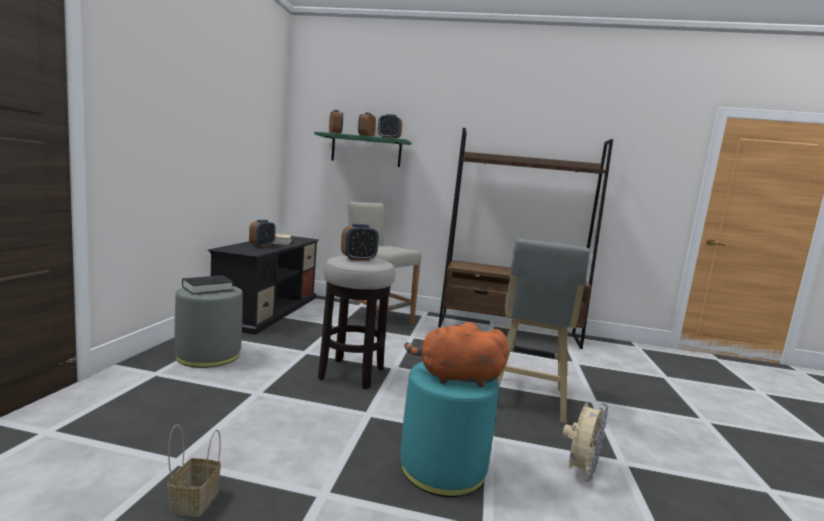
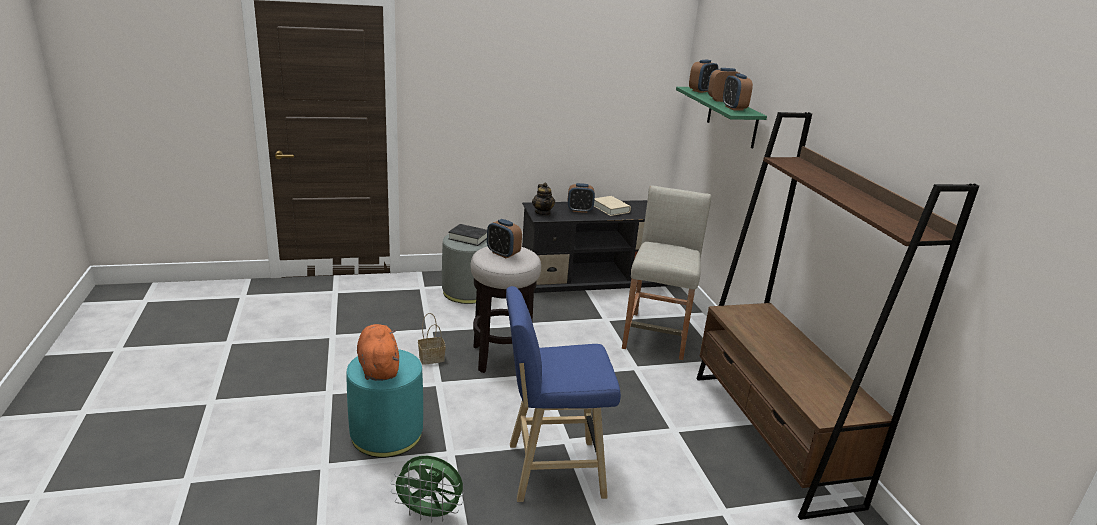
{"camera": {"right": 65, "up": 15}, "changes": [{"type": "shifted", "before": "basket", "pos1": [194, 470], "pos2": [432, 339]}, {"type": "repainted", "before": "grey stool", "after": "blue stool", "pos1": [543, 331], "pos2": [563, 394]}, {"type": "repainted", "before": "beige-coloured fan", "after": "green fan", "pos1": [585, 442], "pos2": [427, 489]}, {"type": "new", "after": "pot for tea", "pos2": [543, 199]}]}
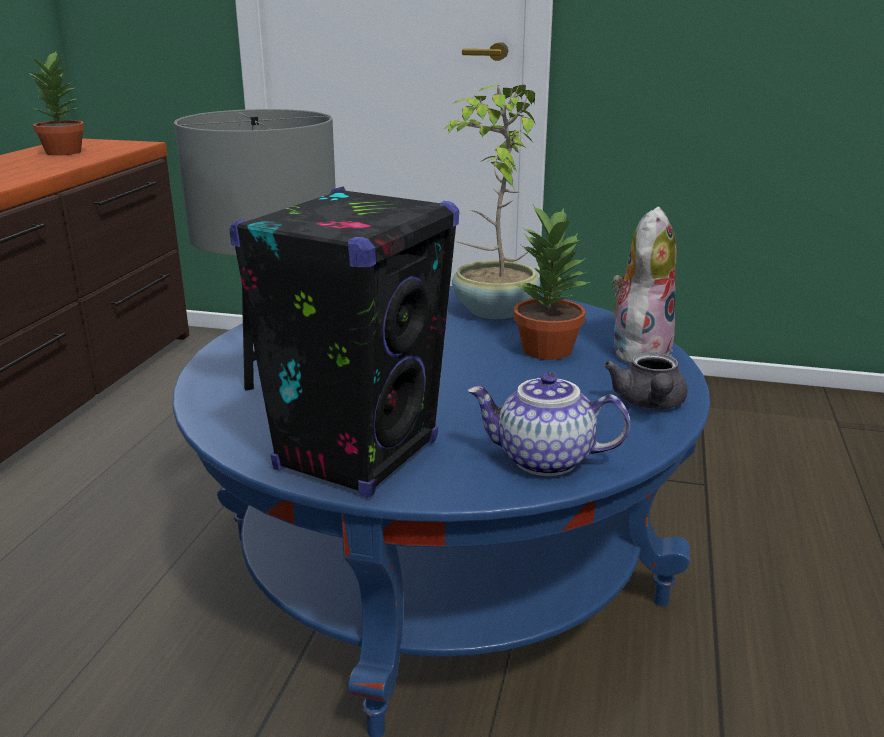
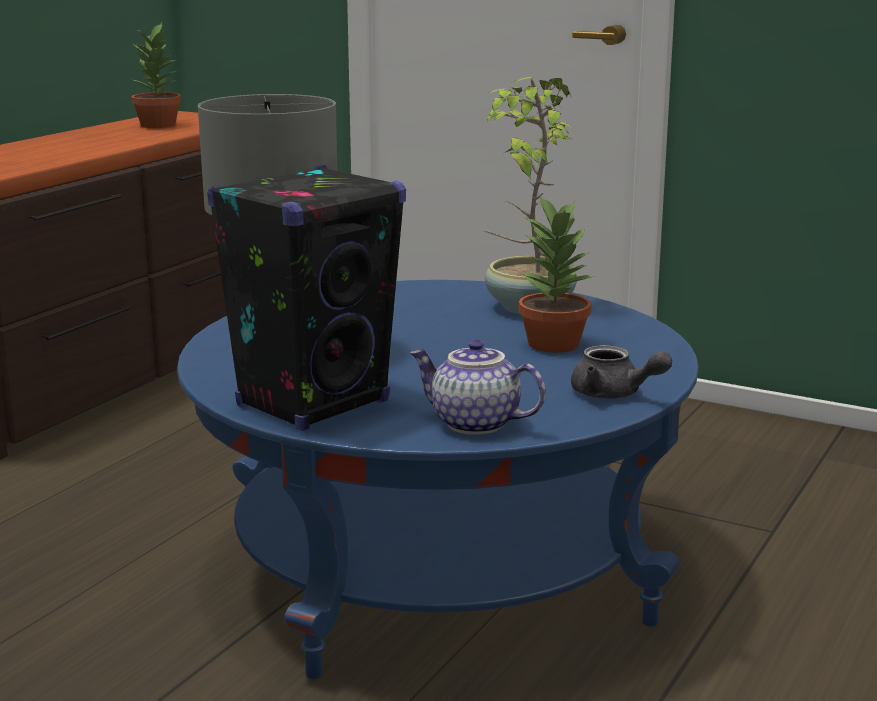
{"camera": {"right": 15, "up": -5}, "changes": [{"type": "rotated", "before": "grey pot for tea", "pos1": [645, 380], "pos2": [621, 372], "turn": -75}, {"type": "gone", "before": "cuddly toy", "pos1": [644, 285]}]}
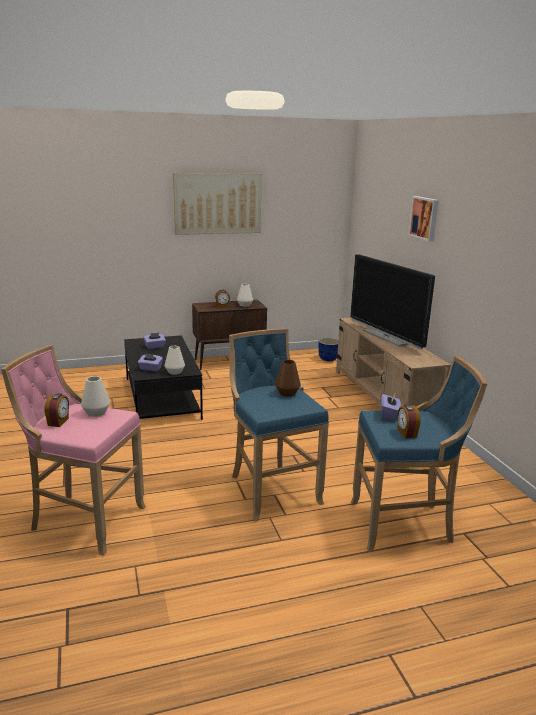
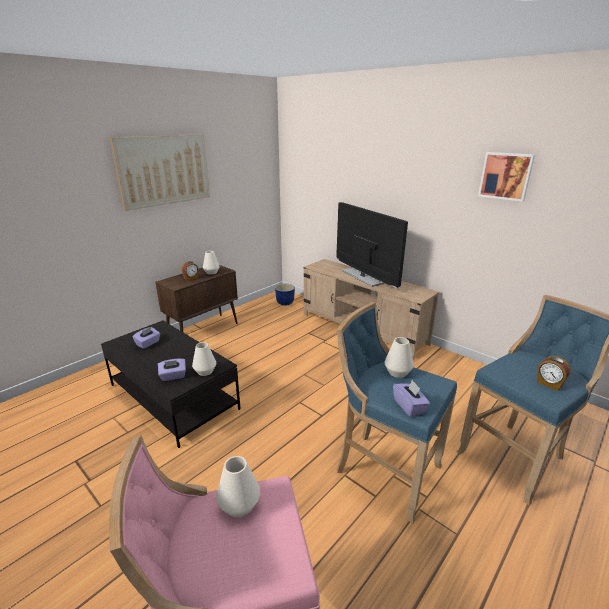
{"camera": {"right": -30, "up": 5}, "changes": [{"type": "gone", "before": "bedside clock", "pos1": [57, 410]}, {"type": "repainted", "before": "brownish flower vase", "after": "white flower vase", "pos1": [288, 378], "pos2": [399, 357]}, {"type": "rotated", "before": "TV set", "pos1": [392, 301], "pos2": [372, 245], "turn": -150}, {"type": "shifted", "before": "purple box of tissues", "pos1": [391, 407], "pos2": [411, 398]}, {"type": "shifted", "before": "wall picture", "pos1": [424, 218], "pos2": [506, 177]}]}
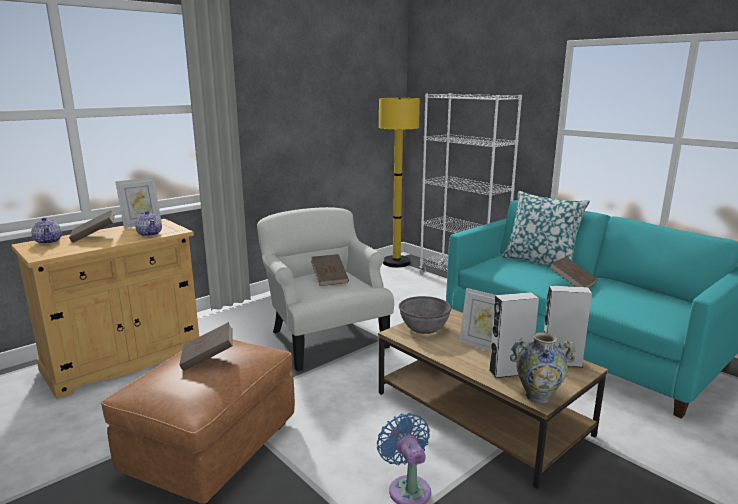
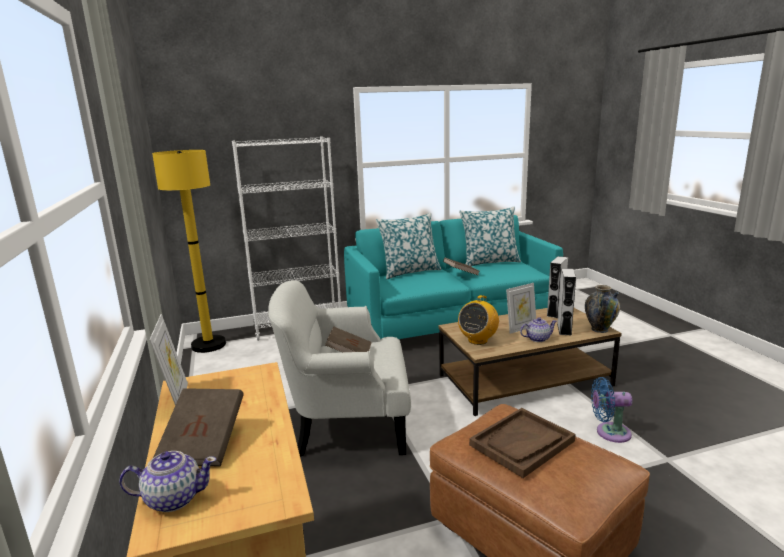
{"camera": {"right": -65, "up": 0}, "changes": [{"type": "shifted", "before": "pot for tea", "pos1": [148, 224], "pos2": [538, 329]}, {"type": "swapped", "before": "brownish volume", "after": "brownish serving tray", "pos1": [206, 346], "pos2": [522, 443]}, {"type": "swapped", "before": "grey deep dish", "after": "radio receiver", "pos1": [425, 315], "pos2": [478, 320]}, {"type": "new", "after": "pillow", "pos2": [490, 236]}]}
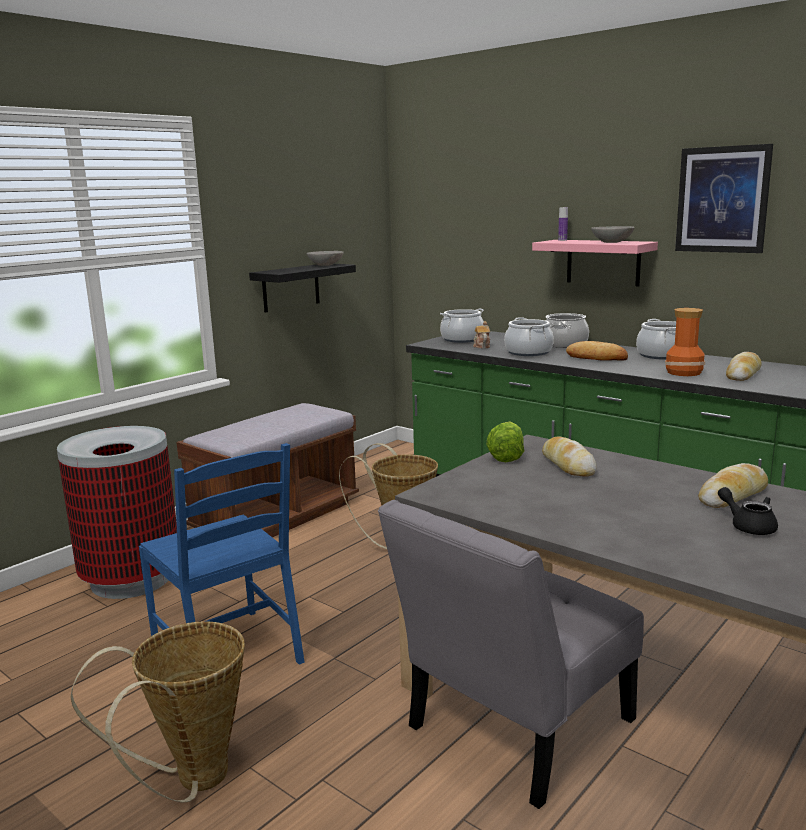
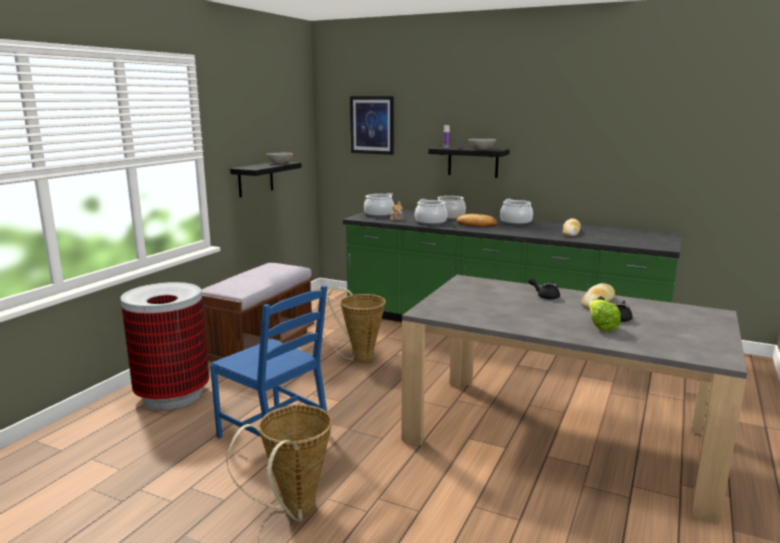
{"camera": {"right": -15, "up": 0}, "changes": [{"type": "gone", "before": "grey upright chair", "pos1": [511, 654]}, {"type": "shifted", "before": "head of lettuce", "pos1": [505, 441], "pos2": [604, 315]}, {"type": "repainted", "before": "pinkish bracket shelf", "after": "black bracket shelf", "pos1": [595, 263], "pos2": [469, 162]}, {"type": "gone", "before": "baked bread", "pos1": [569, 456]}, {"type": "gone", "before": "flower vase", "pos1": [685, 342]}, {"type": "shifted", "before": "wall picture", "pos1": [724, 198], "pos2": [372, 125]}, {"type": "new", "after": "black pot for tea", "pos2": [544, 288]}]}
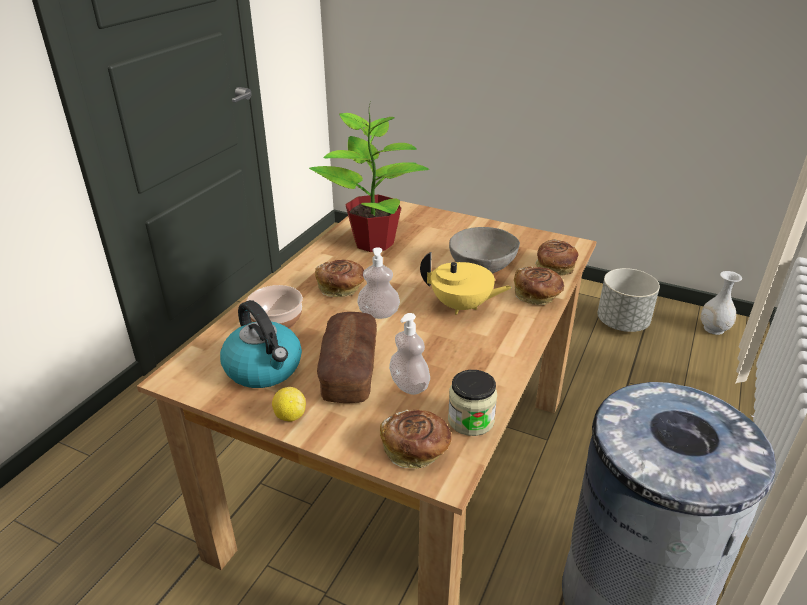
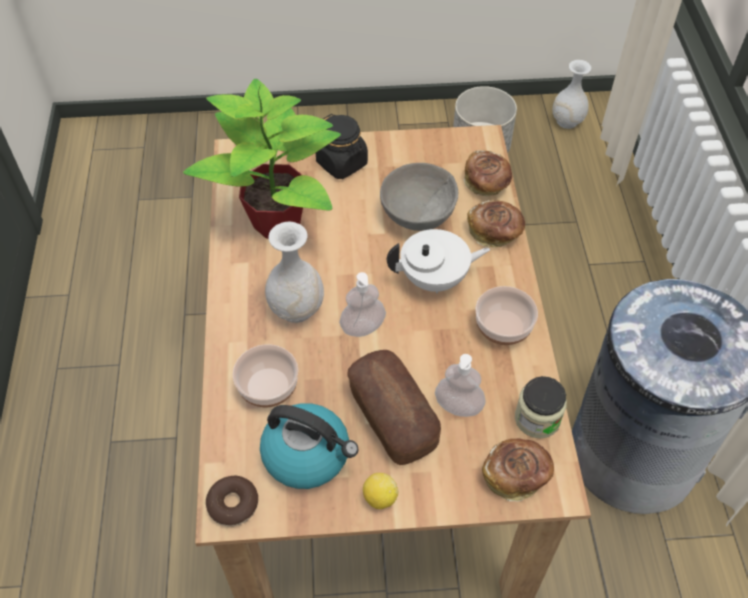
{"camera": {"right": -30, "up": 20}, "changes": [{"type": "swapped", "before": "baked bread", "after": "white flower vase", "pos1": [339, 278], "pos2": [294, 272]}, {"type": "repainted", "before": "yellow-coloured pot for tea", "after": "white pot for tea", "pos1": [466, 283], "pos2": [438, 261]}, {"type": "new", "after": "doughnut", "pos2": [232, 501]}, {"type": "new", "after": "black storage jar", "pos2": [342, 146]}, {"type": "new", "after": "deep dish", "pos2": [506, 315]}]}
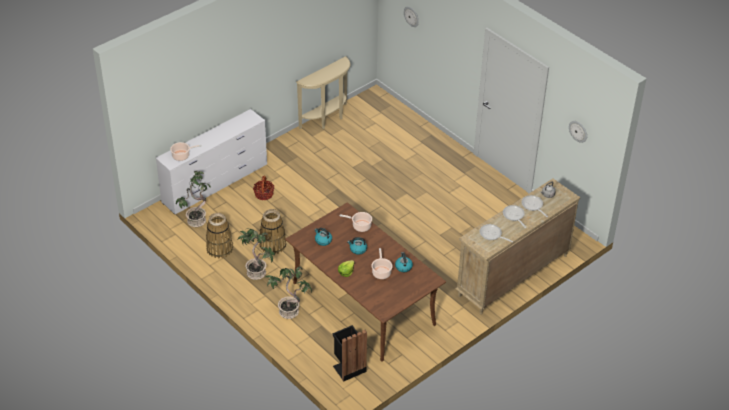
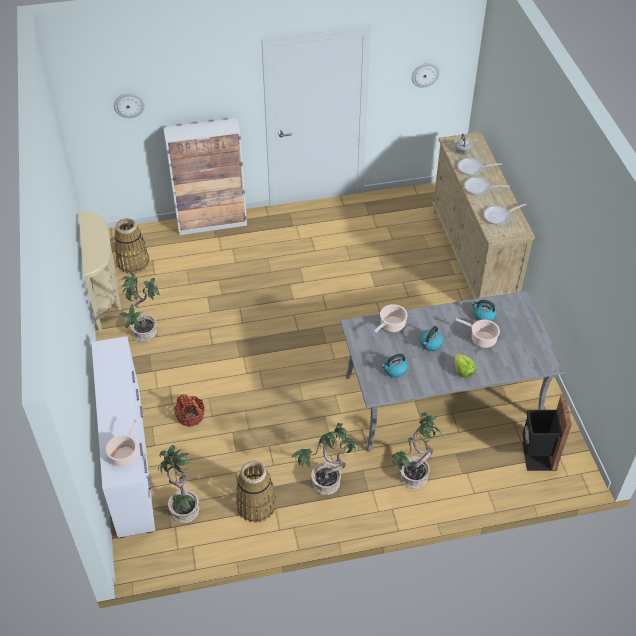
{"camera": {"right": -60, "up": 5}, "changes": [{"type": "shifted", "before": "basket", "pos1": [272, 231], "pos2": [131, 246]}, {"type": "repainted", "before": "brownish dinner table", "after": "grey dinner table", "pos1": [365, 281], "pos2": [453, 371]}, {"type": "new", "after": "houseplant", "pos2": [140, 307]}, {"type": "new", "after": "cabinet", "pos2": [205, 176]}]}
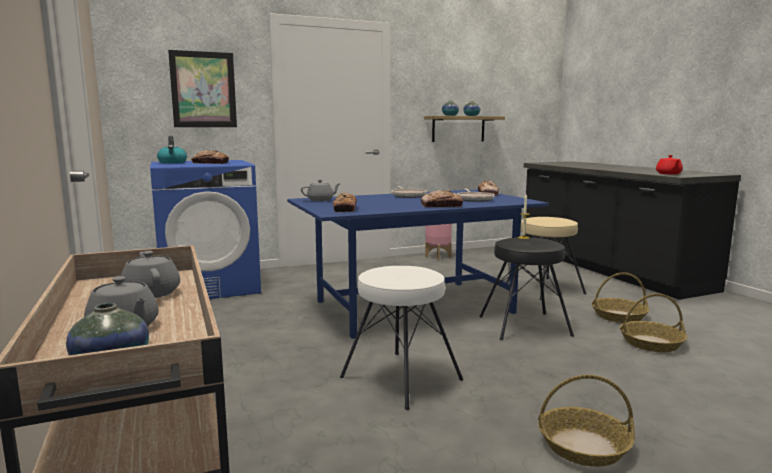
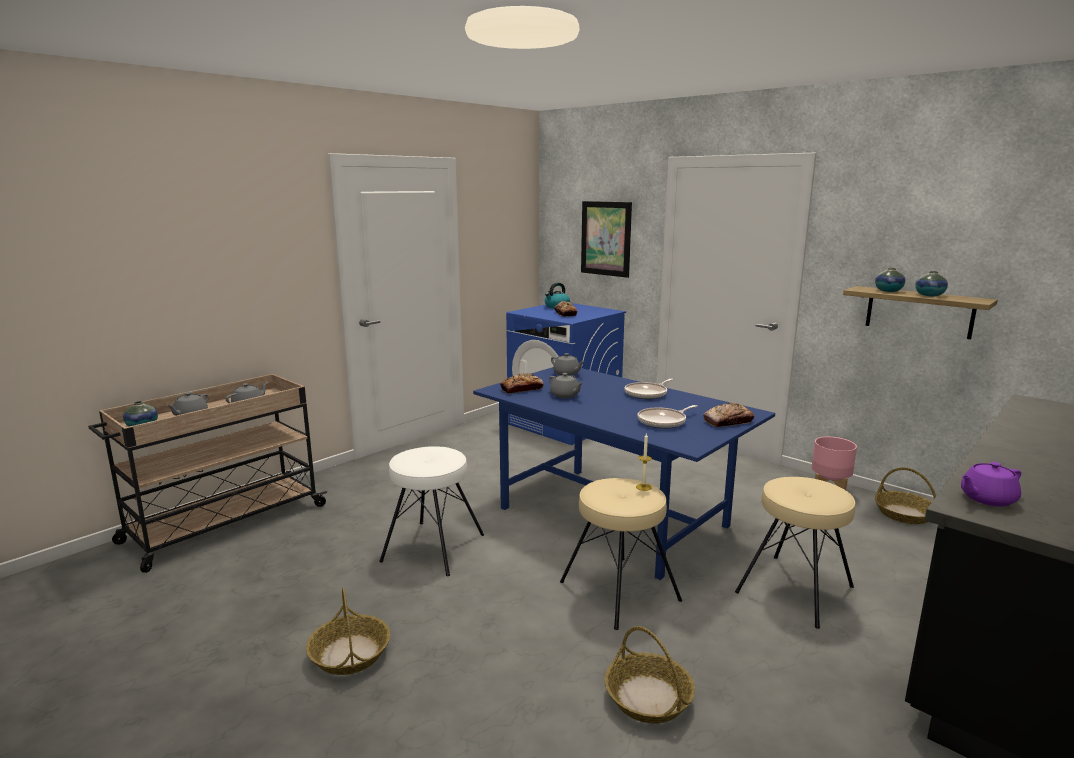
{"camera": {"right": 65, "up": 5}, "changes": [{"type": "gone", "before": "baked bread", "pos1": [441, 198]}, {"type": "repainted", "before": "black stool", "after": "beige-coloured stool", "pos1": [526, 289], "pos2": [621, 554]}, {"type": "shifted", "before": "basket", "pos1": [620, 297], "pos2": [905, 495]}, {"type": "repainted", "before": "red pot for tea", "after": "purple pot for tea", "pos1": [669, 164], "pos2": [991, 484]}, {"type": "new", "after": "grey pot for tea", "pos2": [566, 385]}]}
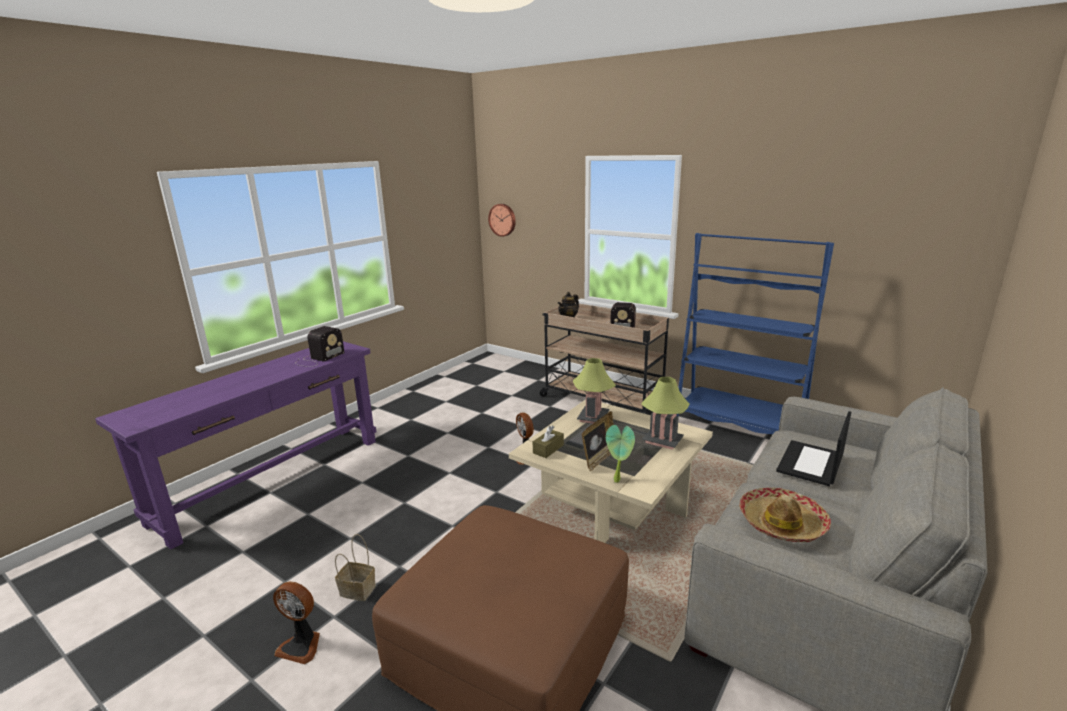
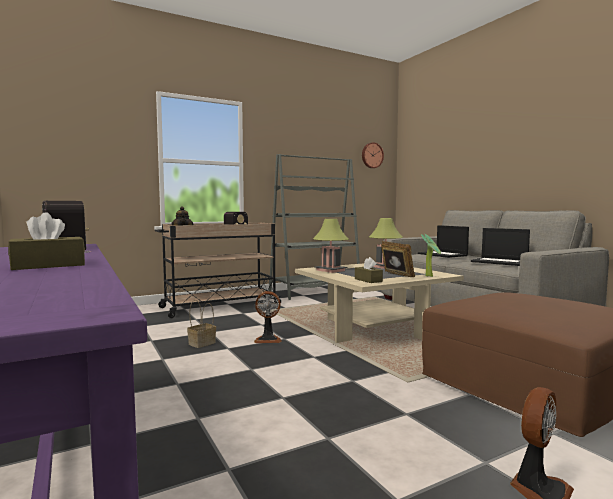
{"camera": {"right": -65, "up": -15}, "changes": [{"type": "shifted", "before": "basket", "pos1": [355, 567], "pos2": [201, 324]}, {"type": "shifted", "before": "wall clock", "pos1": [502, 220], "pos2": [373, 155]}, {"type": "repainted", "before": "blue bookcase", "after": "grey bookcase", "pos1": [755, 333], "pos2": [314, 227]}, {"type": "swapped", "before": "clothing hat", "after": "portable computer", "pos1": [785, 514], "pos2": [500, 247]}, {"type": "new", "after": "brownish box of tissues", "pos2": [46, 241]}]}
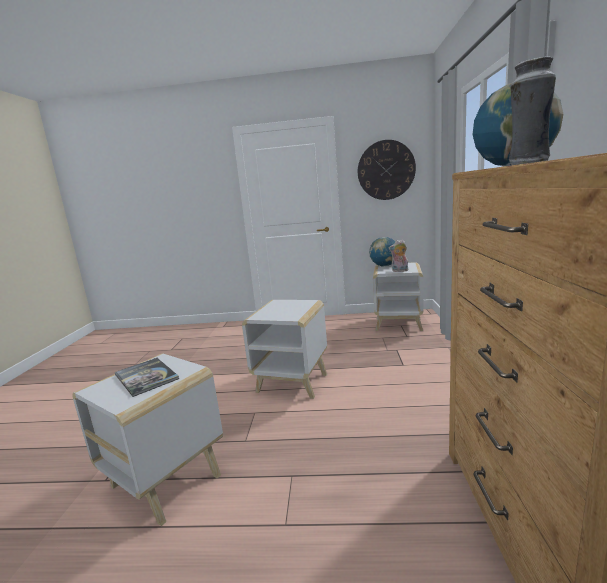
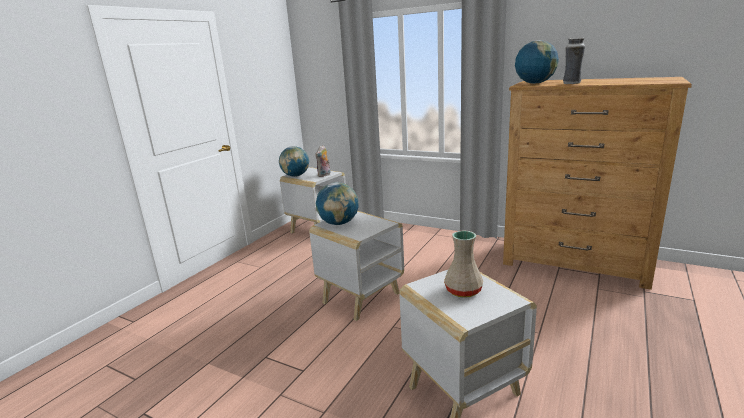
{"camera": {"right": -65, "up": 5}, "changes": [{"type": "swapped", "before": "volume", "after": "beige-coloured flower vase", "pos1": [147, 377], "pos2": [463, 264]}, {"type": "gone", "before": "wall clock", "pos1": [387, 170]}, {"type": "new", "after": "world globe", "pos2": [337, 203]}]}
